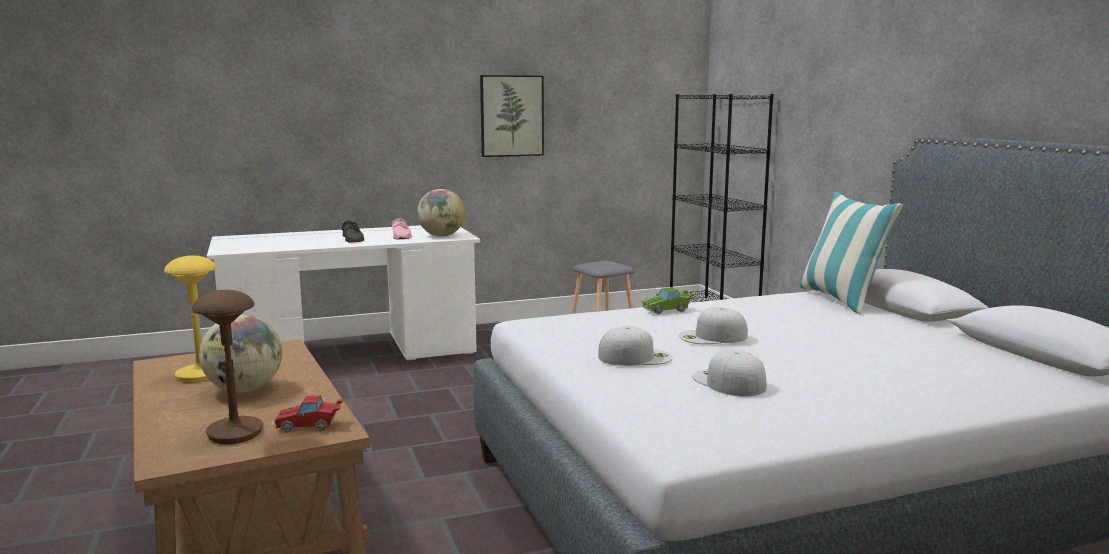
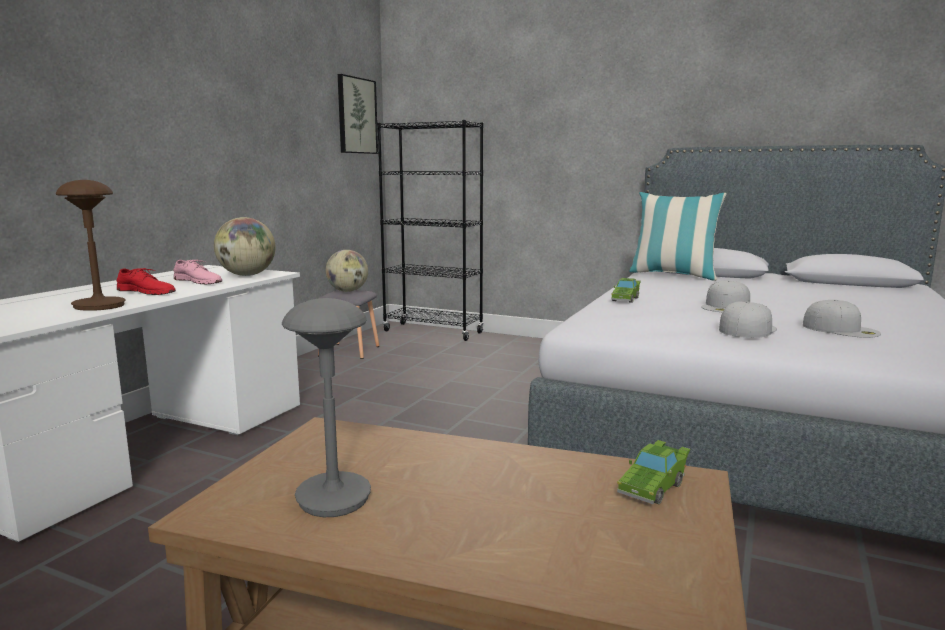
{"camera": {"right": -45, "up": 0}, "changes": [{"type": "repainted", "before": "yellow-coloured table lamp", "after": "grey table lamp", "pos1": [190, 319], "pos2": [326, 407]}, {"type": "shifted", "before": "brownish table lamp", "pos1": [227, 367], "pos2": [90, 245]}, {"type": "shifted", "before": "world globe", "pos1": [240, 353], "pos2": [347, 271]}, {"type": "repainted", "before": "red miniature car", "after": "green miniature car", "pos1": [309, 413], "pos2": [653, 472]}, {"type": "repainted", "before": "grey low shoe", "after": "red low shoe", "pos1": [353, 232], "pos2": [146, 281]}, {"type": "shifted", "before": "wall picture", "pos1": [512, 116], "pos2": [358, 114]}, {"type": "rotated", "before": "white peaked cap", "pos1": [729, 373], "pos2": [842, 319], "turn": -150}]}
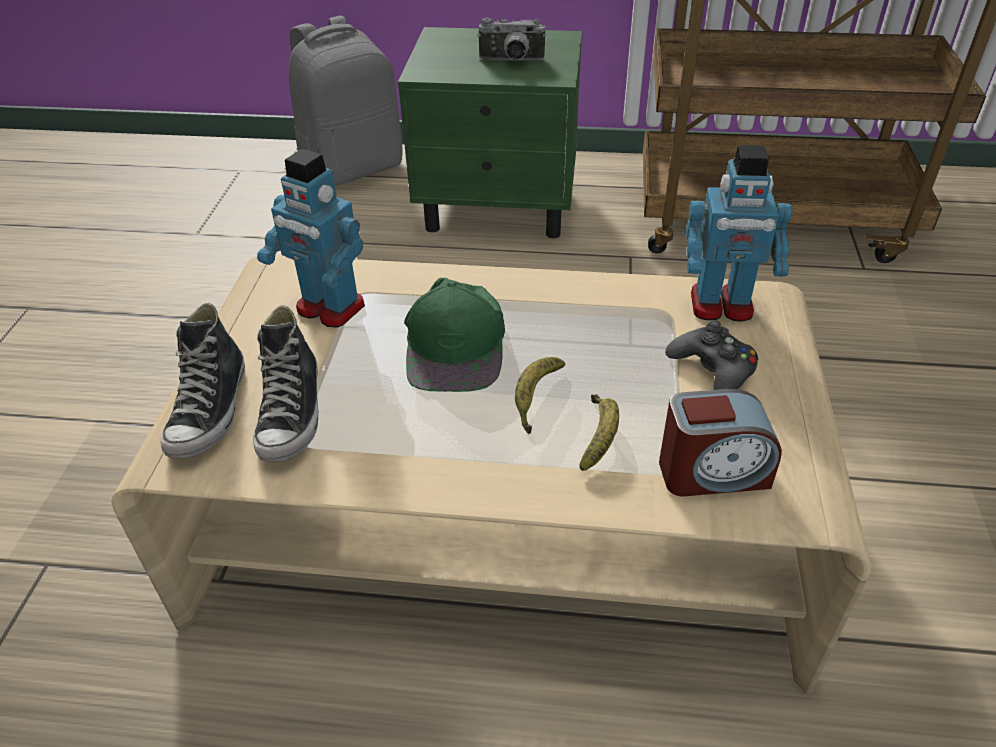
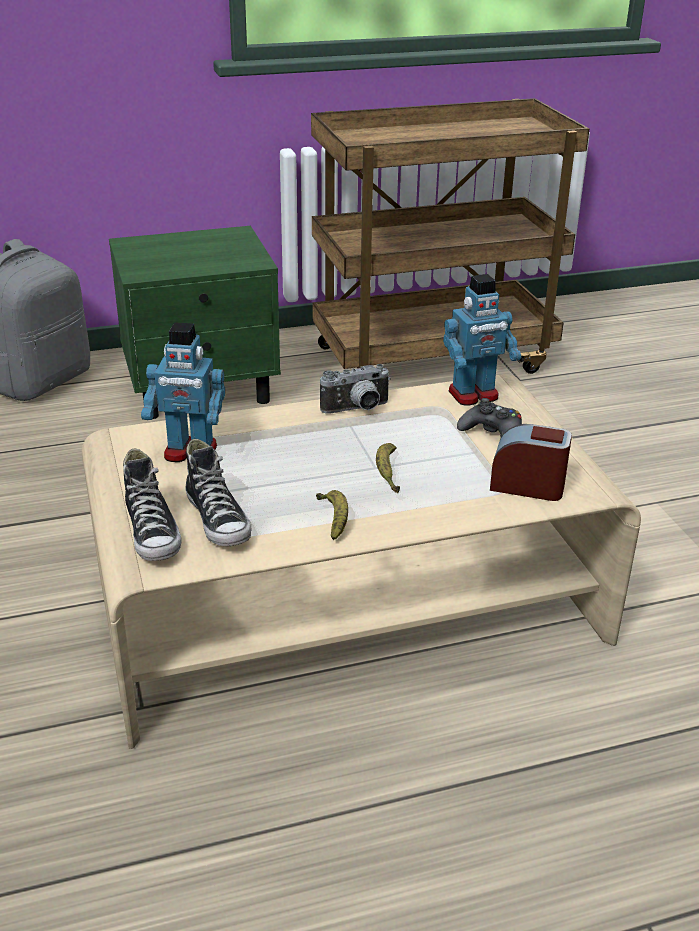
{"camera": {"right": -25, "up": -10}, "changes": [{"type": "gone", "before": "green peaked cap", "pos1": [454, 335]}, {"type": "shifted", "before": "still camera", "pos1": [512, 39], "pos2": [355, 389]}, {"type": "shifted", "before": "banana fruit", "pos1": [599, 432], "pos2": [332, 515]}, {"type": "rotated", "before": "bedside clock", "pos1": [720, 442], "pos2": [531, 462], "turn": -135}]}
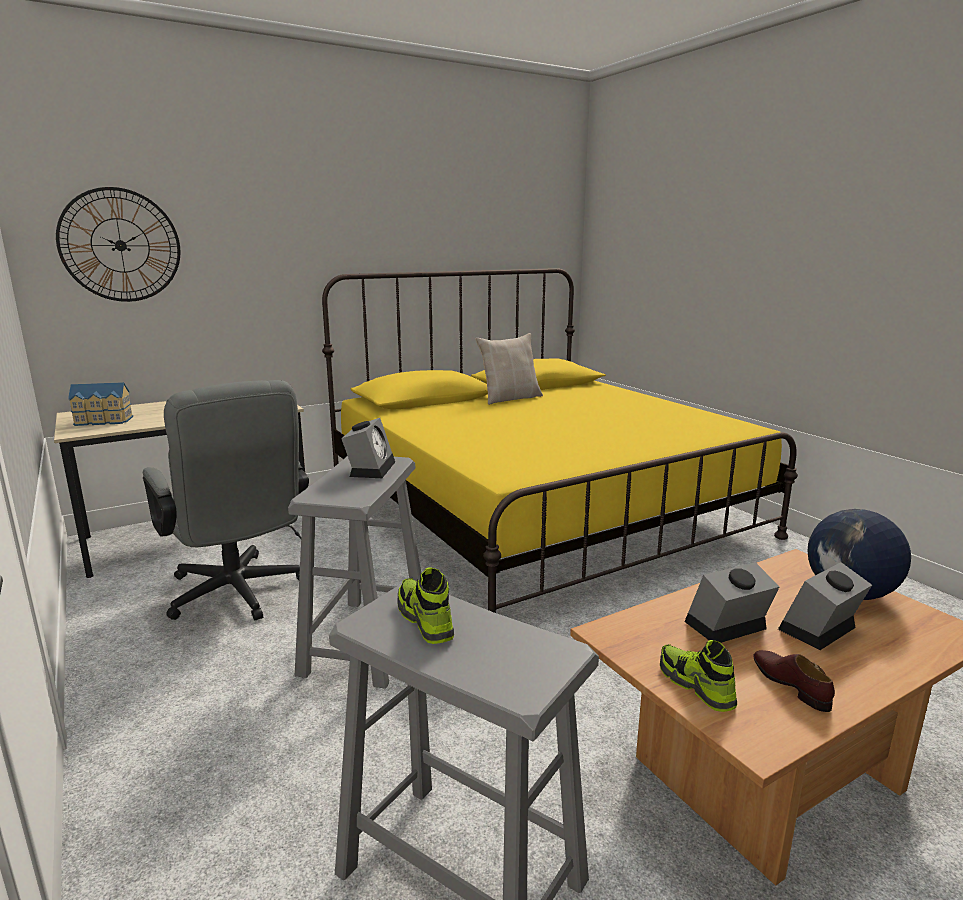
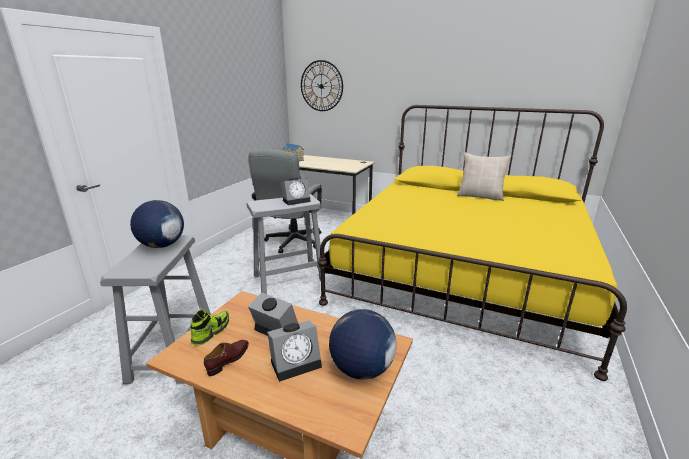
{"camera": {"right": 55, "up": 5}, "changes": [{"type": "swapped", "before": "low shoe", "after": "world globe", "pos1": [425, 605], "pos2": [157, 224]}, {"type": "rotated", "before": "bedside clock", "pos1": [825, 606], "pos2": [294, 351], "turn": 135}]}
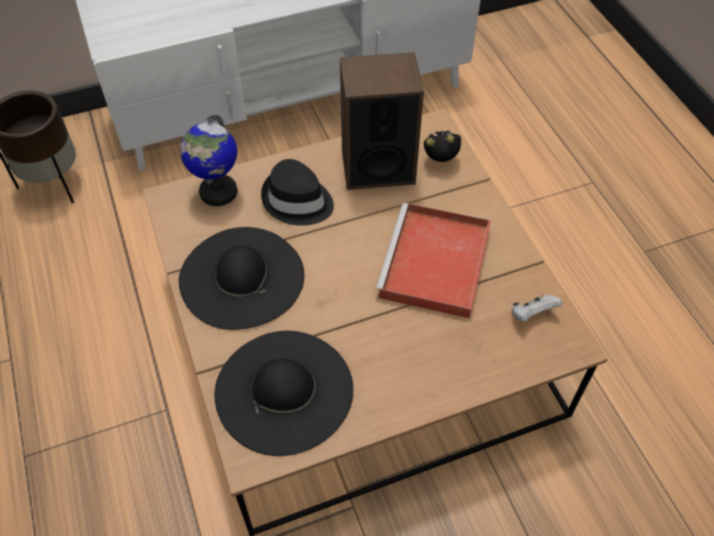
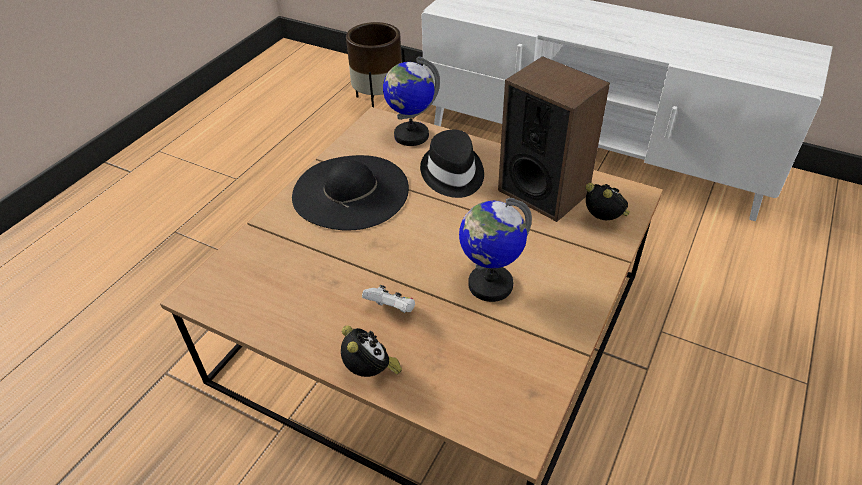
{"camera": {"right": 50, "up": -10}, "changes": [{"type": "gone", "before": "black clothing hat", "pos1": [283, 393]}, {"type": "swapped", "before": "red serving tray", "after": "world globe", "pos1": [433, 260], "pos2": [495, 250]}, {"type": "shifted", "before": "white game controller", "pos1": [536, 308], "pos2": [388, 299]}, {"type": "new", "after": "bedside clock", "pos2": [371, 351]}]}
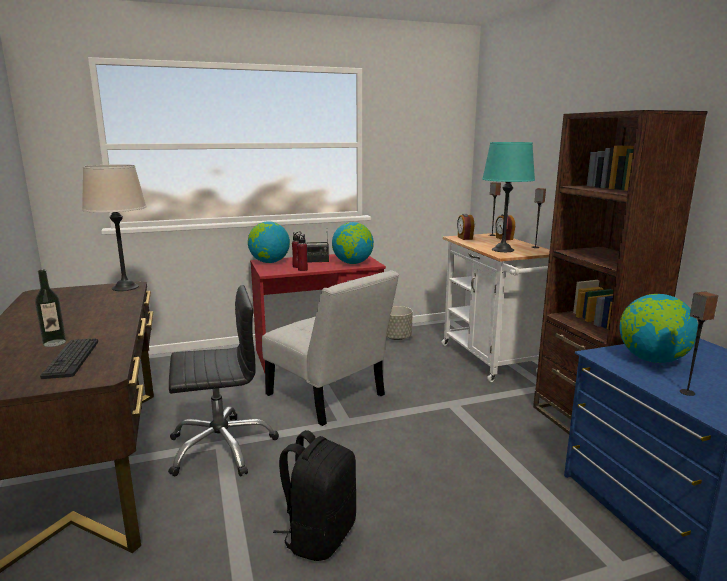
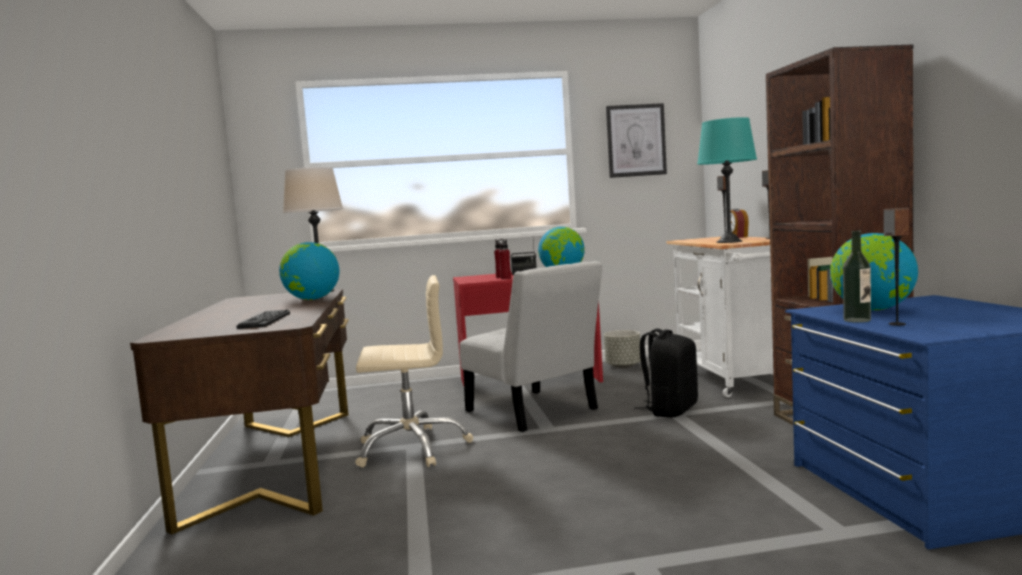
{"camera": {"right": 10, "up": -10}, "changes": [{"type": "shifted", "before": "bottle", "pos1": [50, 308], "pos2": [857, 277]}, {"type": "repainted", "before": "black computer chair", "after": "beige-coloured computer chair", "pos1": [223, 381], "pos2": [414, 371]}, {"type": "shifted", "before": "world globe", "pos1": [269, 242], "pos2": [309, 271]}, {"type": "shifted", "before": "black knapsack", "pos1": [314, 495], "pos2": [666, 373]}, {"type": "gone", "before": "bedside clock", "pos1": [465, 227]}, {"type": "new", "after": "wall picture", "pos2": [636, 140]}]}
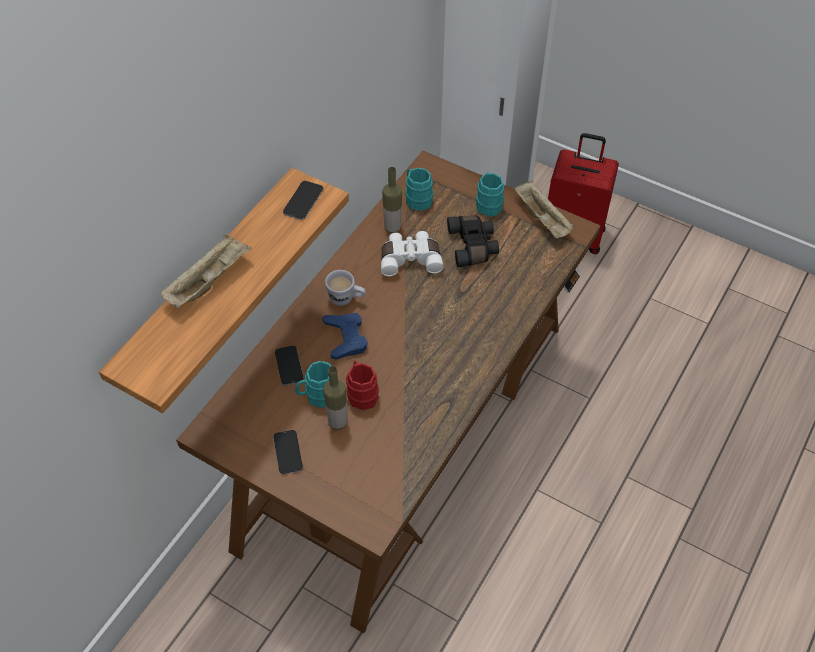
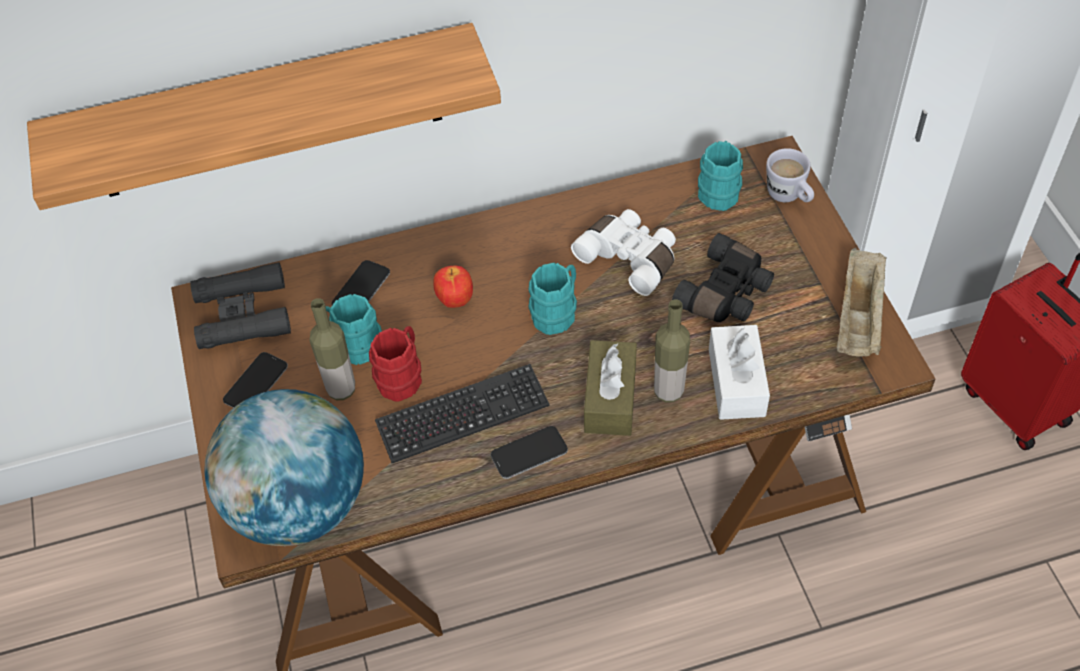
{"camera": {"right": 45, "up": 0}, "changes": [{"type": "gone", "before": "beige-coloured serving tray", "pos1": [206, 271]}, {"type": "shifted", "before": "telephone", "pos1": [303, 200], "pos2": [529, 452]}, {"type": "swapped", "before": "blue game controller", "after": "whole apple", "pos1": [345, 336], "pos2": [453, 286]}, {"type": "shifted", "before": "white coffee mug", "pos1": [345, 288], "pos2": [790, 175]}, {"type": "shifted", "before": "bottle", "pos1": [392, 200], "pos2": [672, 350]}, {"type": "shifted", "before": "blue-green coffee mug", "pos1": [490, 194], "pos2": [553, 299]}, {"type": "new", "after": "black binoculars", "pos2": [240, 305]}, {"type": "new", "after": "world globe", "pos2": [284, 467]}, {"type": "new", "after": "computer keyboard", "pos2": [462, 413]}, {"type": "new", "after": "brownish box of tissues", "pos2": [610, 388]}, {"type": "new", "after": "white box of tissues", "pos2": [739, 372]}]}
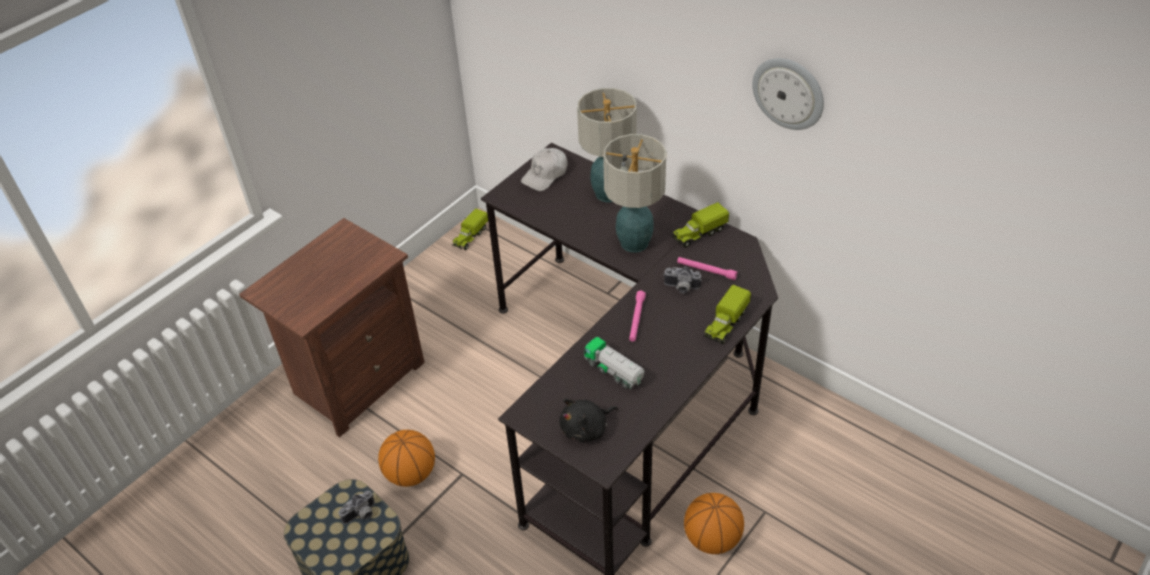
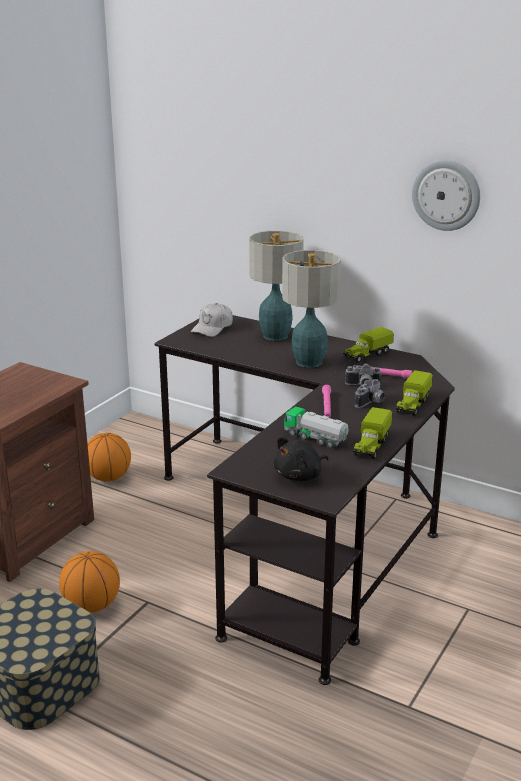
{"camera": {"right": -10, "up": -20}, "changes": [{"type": "shifted", "before": "still camera", "pos1": [357, 507], "pos2": [370, 393]}, {"type": "shifted", "before": "toy truck", "pos1": [470, 229], "pos2": [372, 433]}, {"type": "shifted", "before": "basketball", "pos1": [714, 523], "pos2": [109, 457]}]}
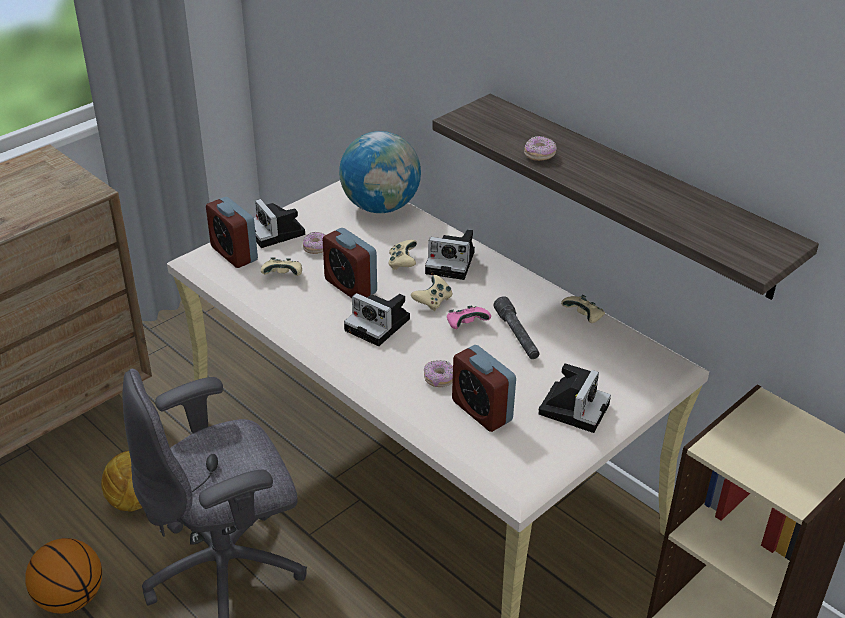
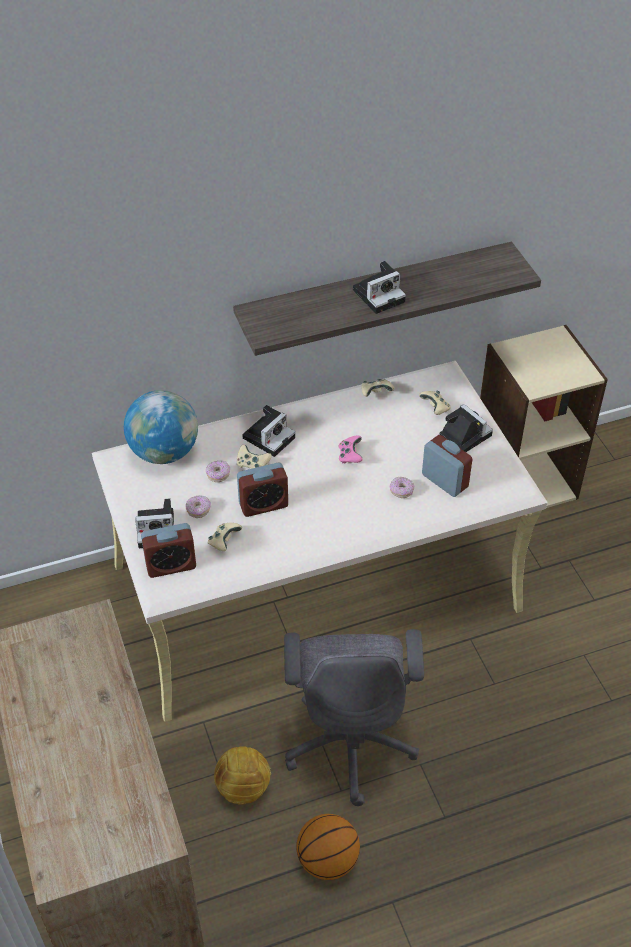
{"camera": {"right": -65, "up": 10}, "changes": [{"type": "shifted", "before": "still camera", "pos1": [377, 319], "pos2": [379, 287]}, {"type": "shifted", "before": "beige-coloured game controller", "pos1": [432, 293], "pos2": [435, 403]}, {"type": "rotated", "before": "bedside clock", "pos1": [484, 388], "pos2": [447, 466], "turn": -120}, {"type": "gone", "before": "grey torch", "pos1": [517, 327]}, {"type": "shifted", "before": "doughnut", "pos1": [540, 148], "pos2": [218, 471]}]}
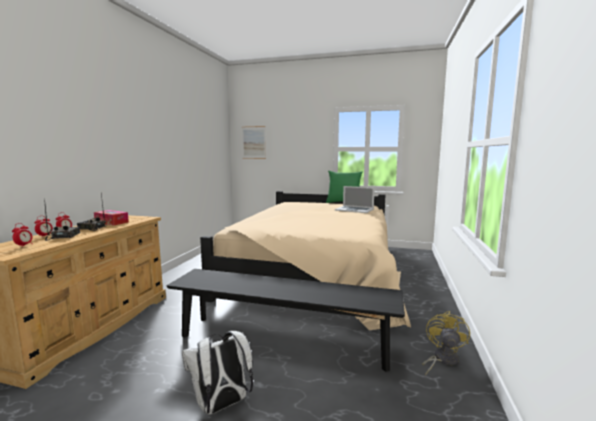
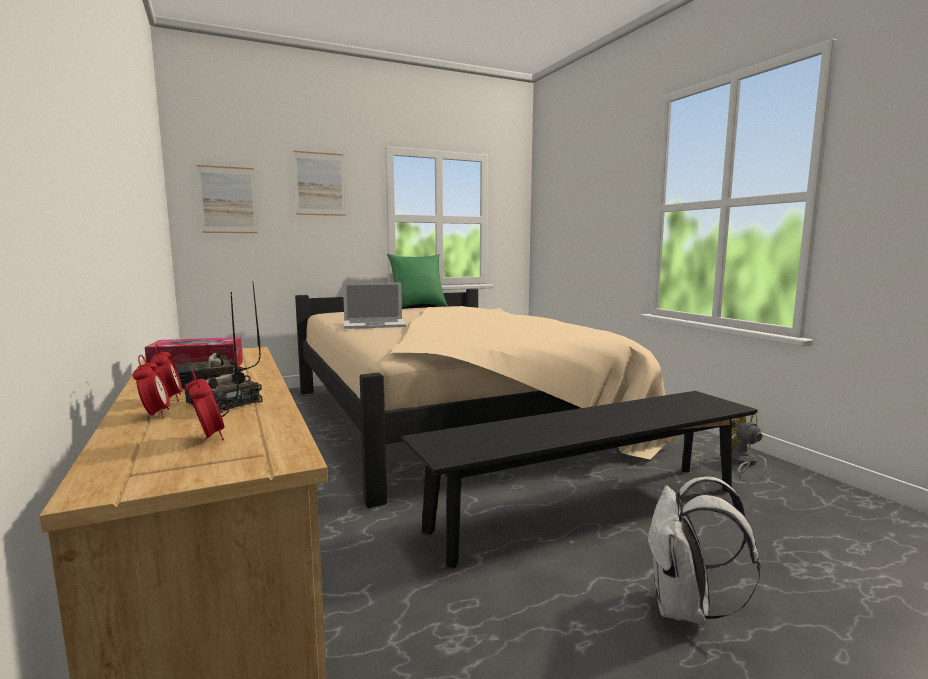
{"camera": {"right": -40, "up": 0}, "changes": [{"type": "shifted", "before": "portable computer", "pos1": [355, 199], "pos2": [374, 305]}, {"type": "new", "after": "wall picture", "pos2": [319, 183]}]}
